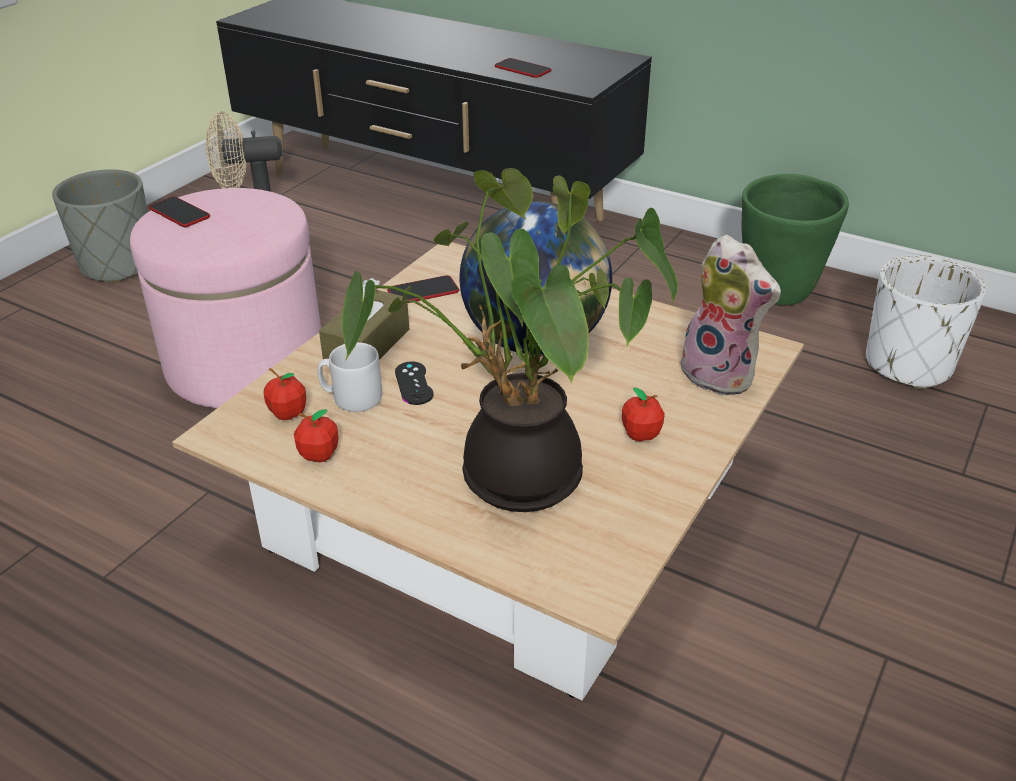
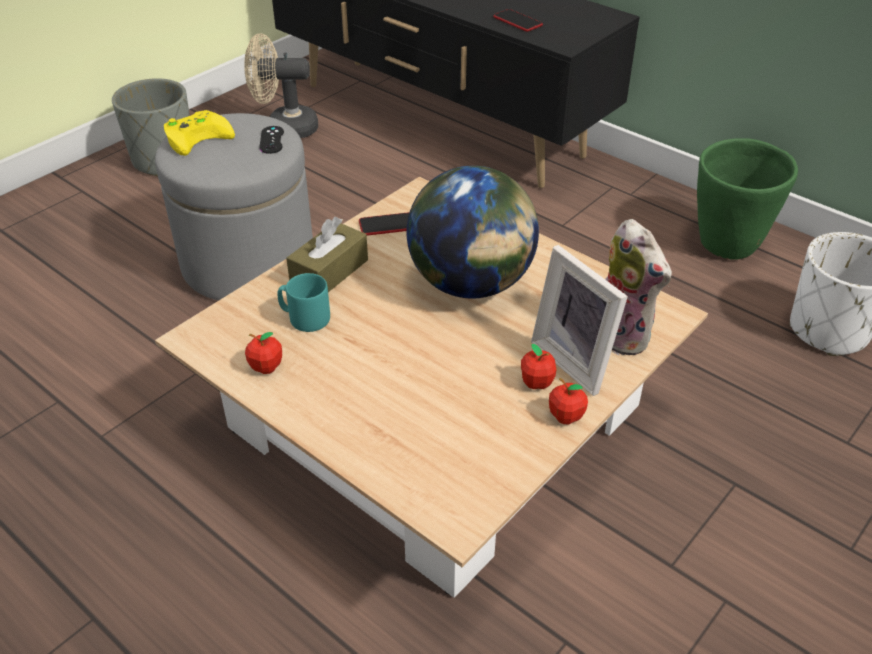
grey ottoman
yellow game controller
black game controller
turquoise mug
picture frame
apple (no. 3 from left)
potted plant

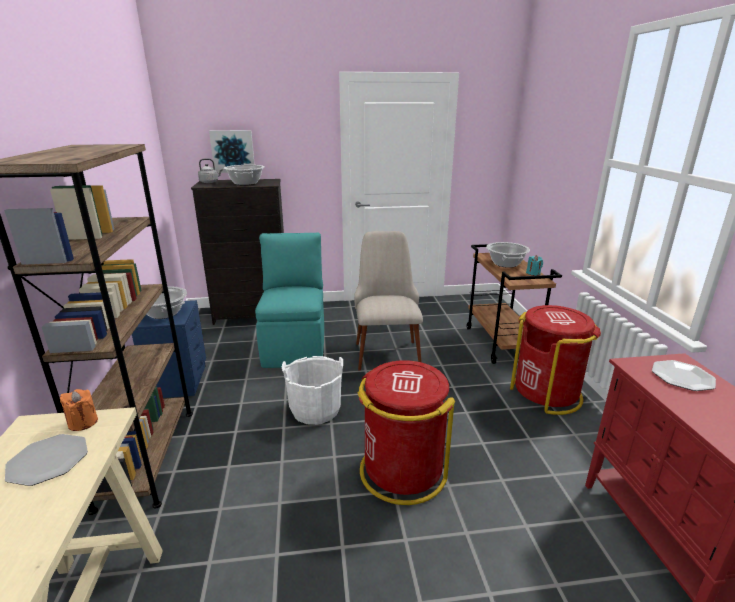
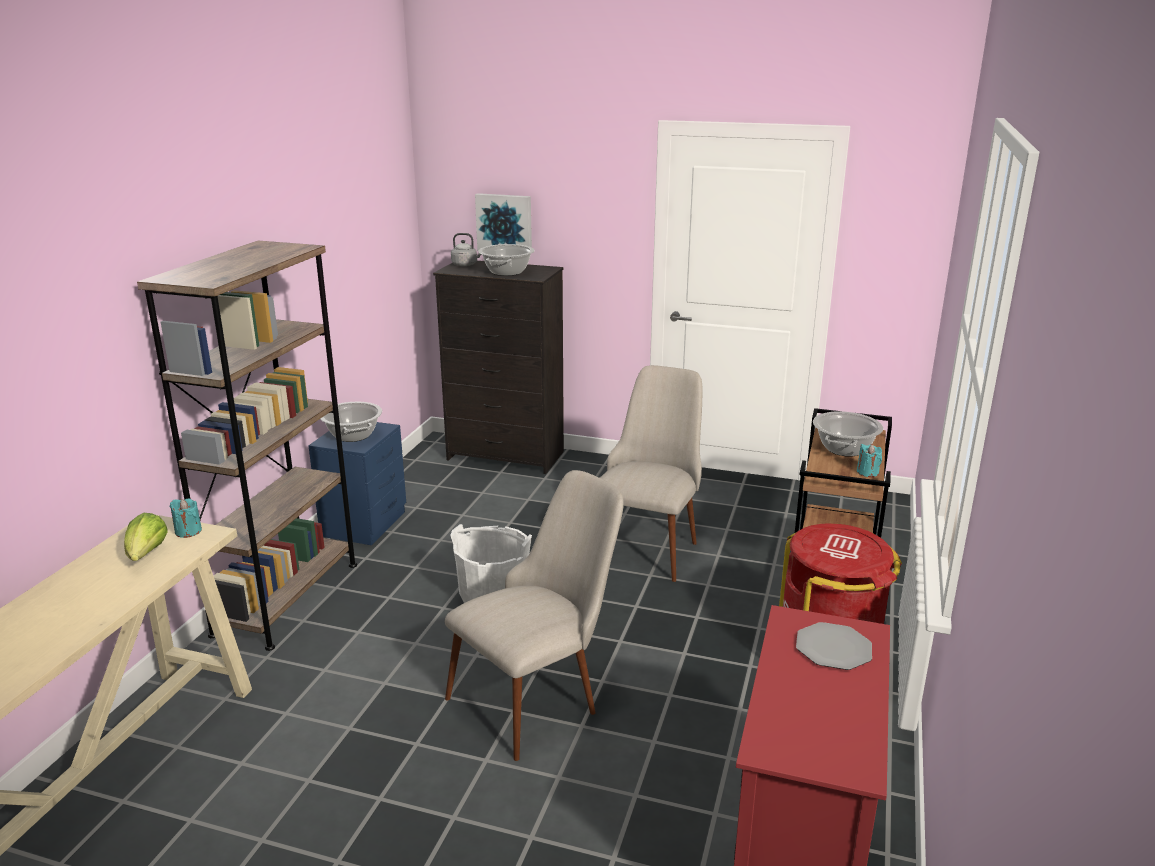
lettuce
turquoise candle (no. 1 from left)
beige chair (no. 1 from left)
turquoise chair

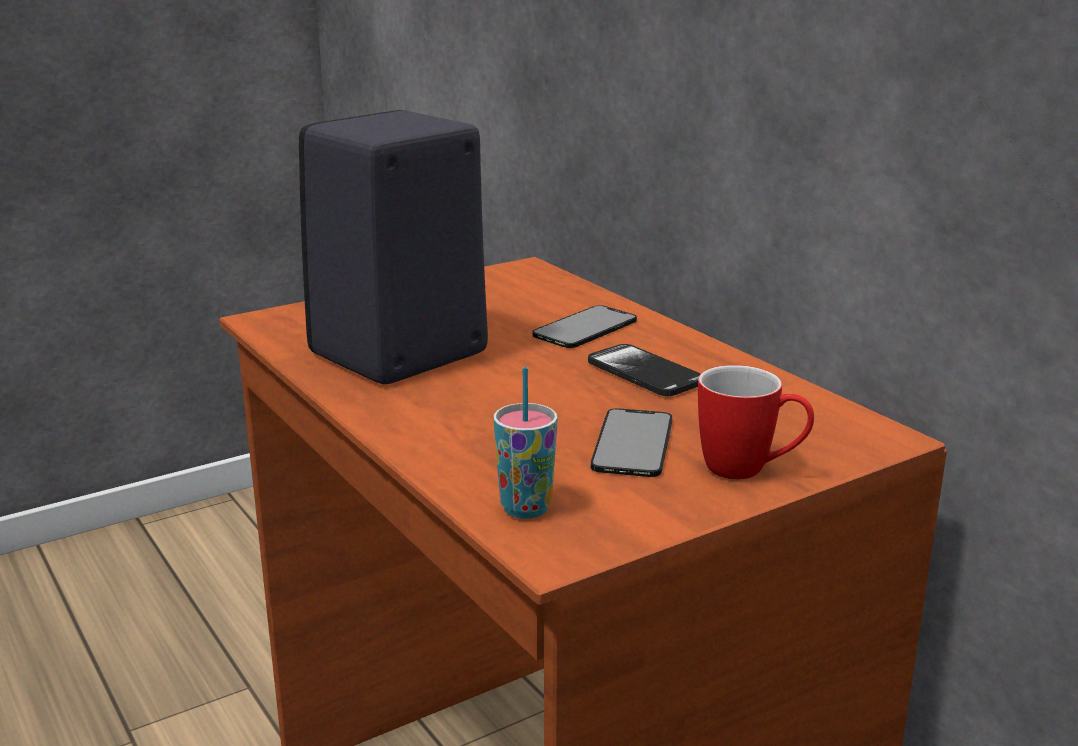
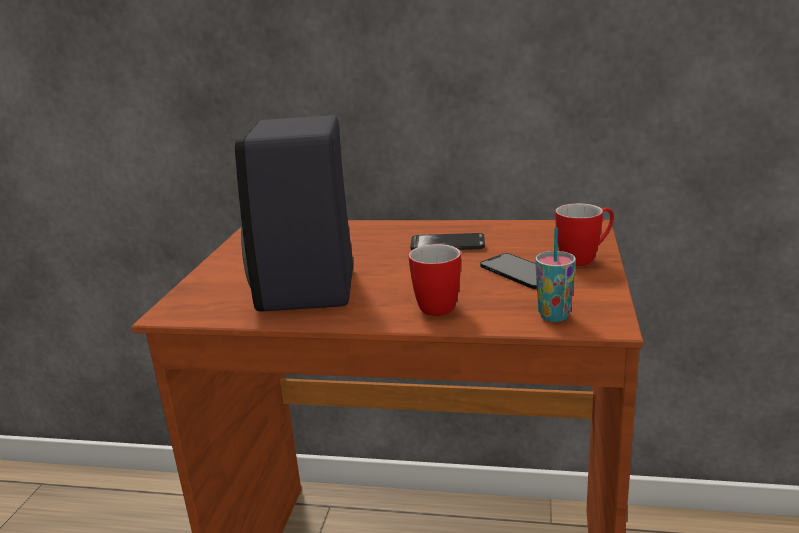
mug (no. 1 from left)
phone (no. 1 from left in the first image)

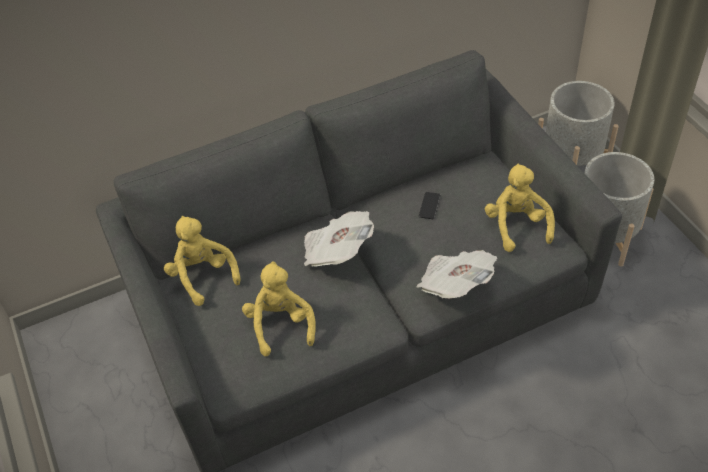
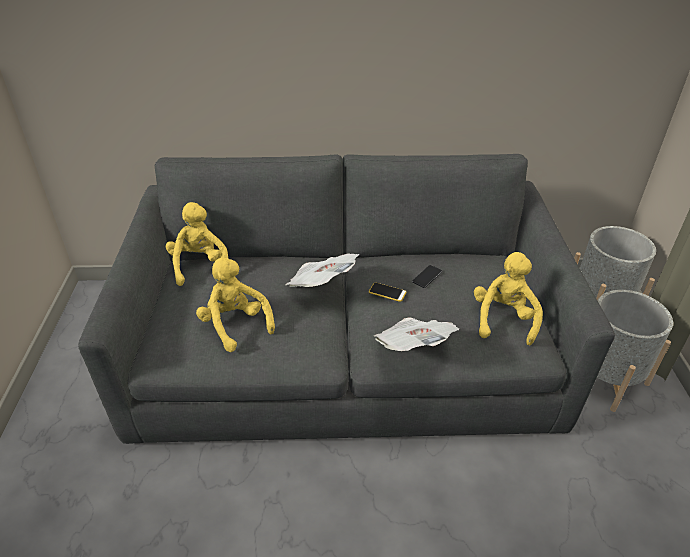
yellow plush toy (no. 2 from left)
phone (no. 1 from left)

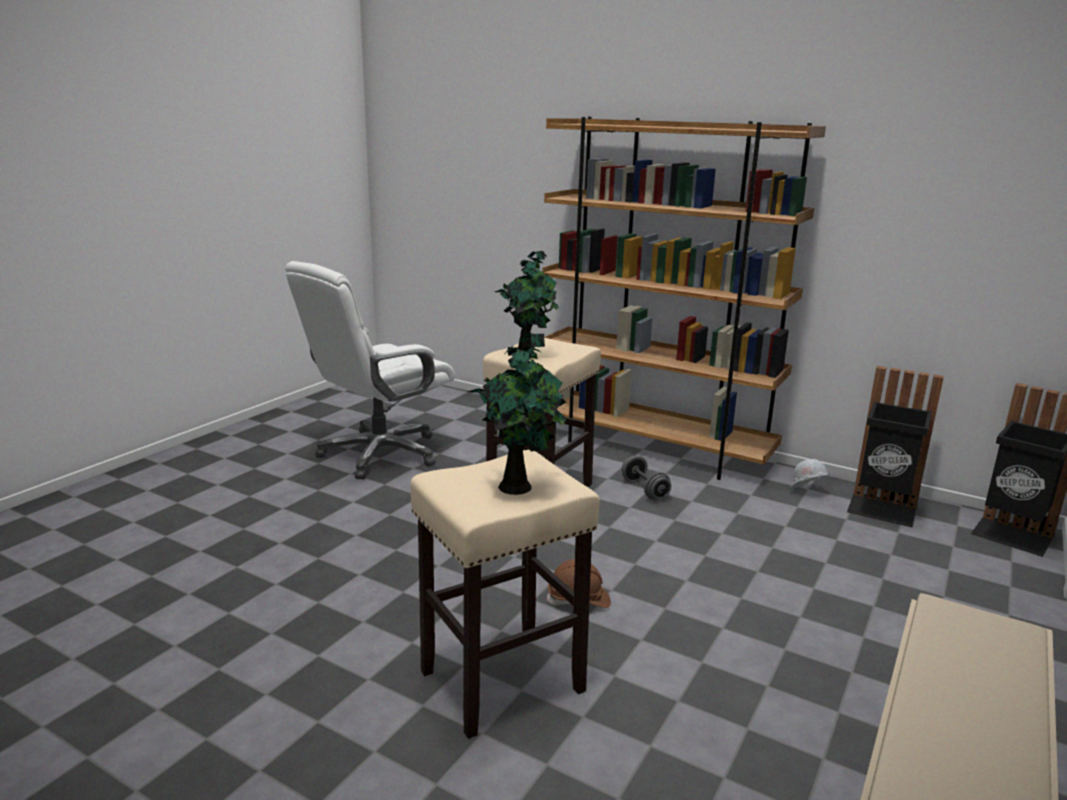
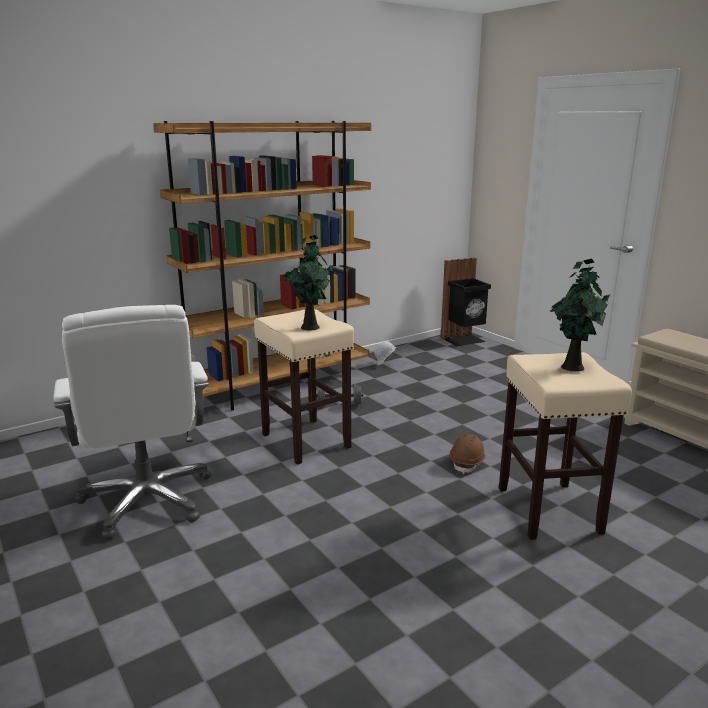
black trash can (no. 1 from left in the first image)

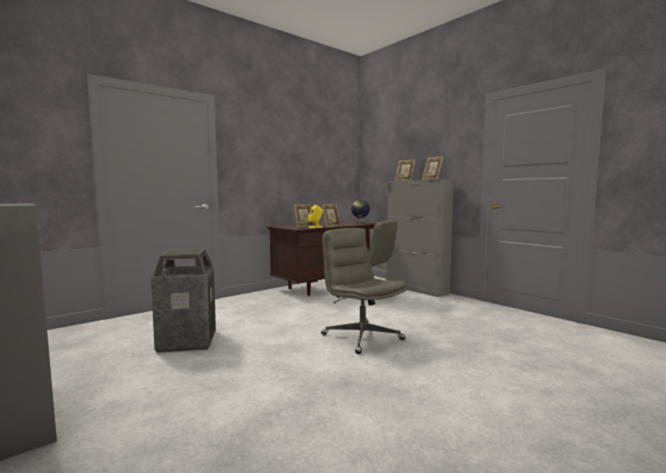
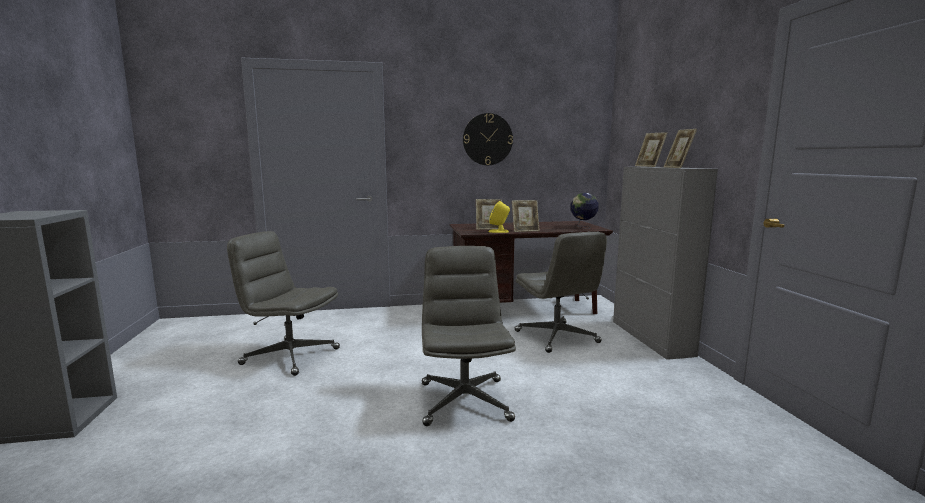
grey office chair (no. 1 from left)
wall clock

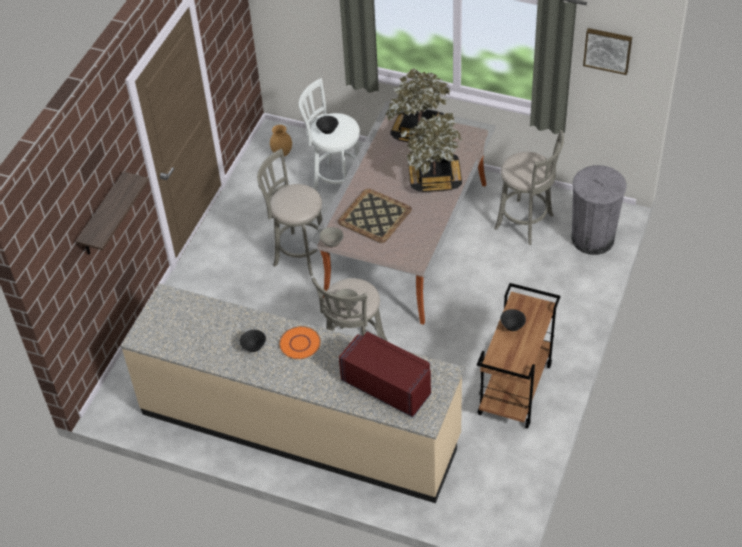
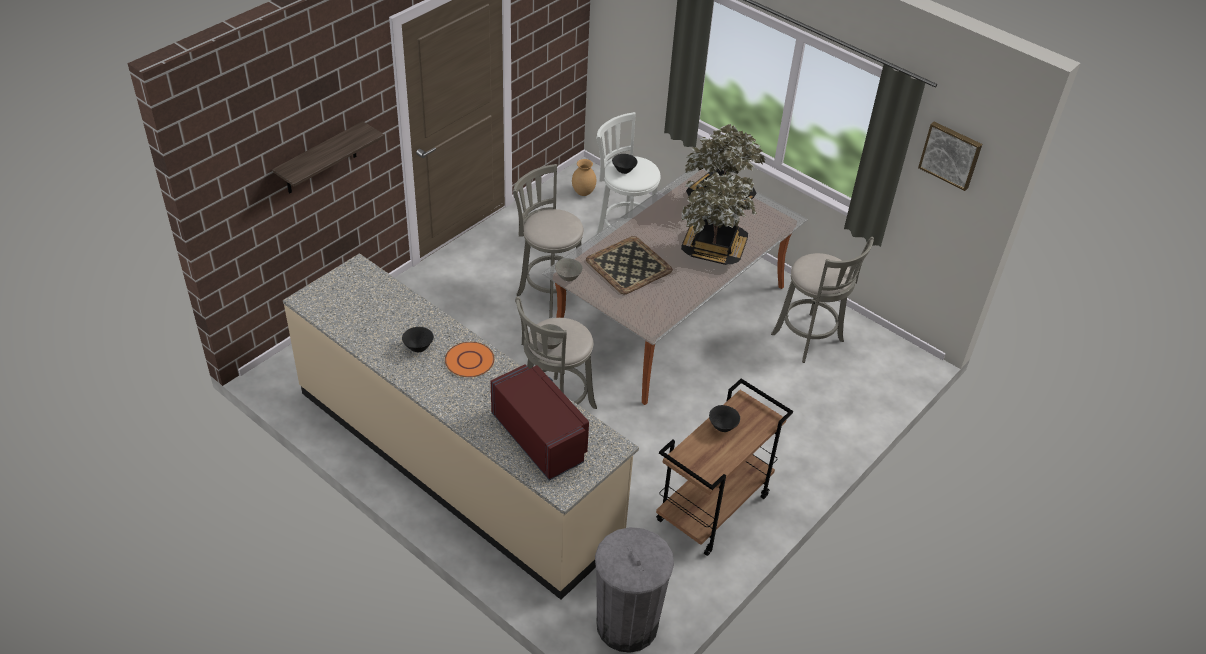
grey trash can

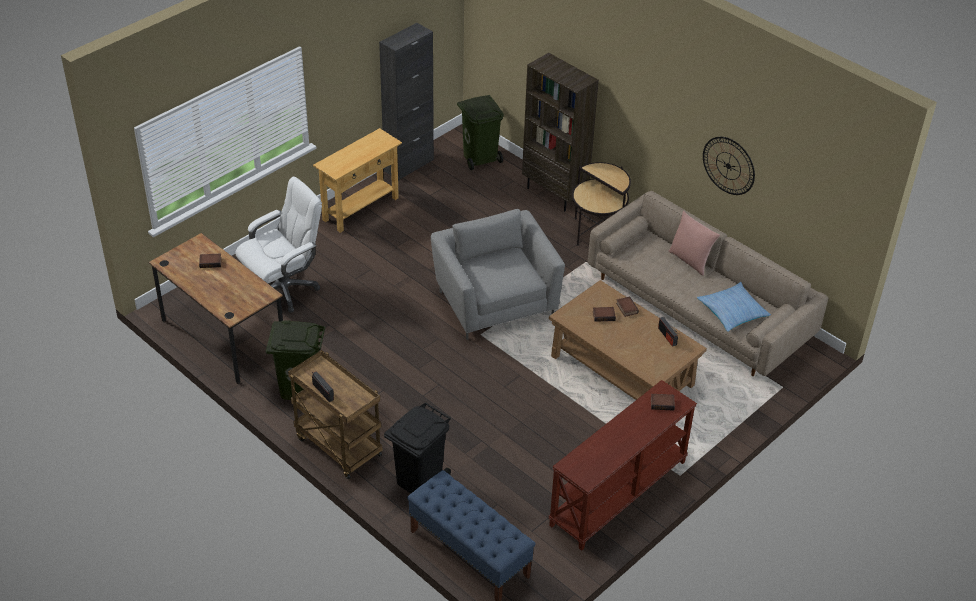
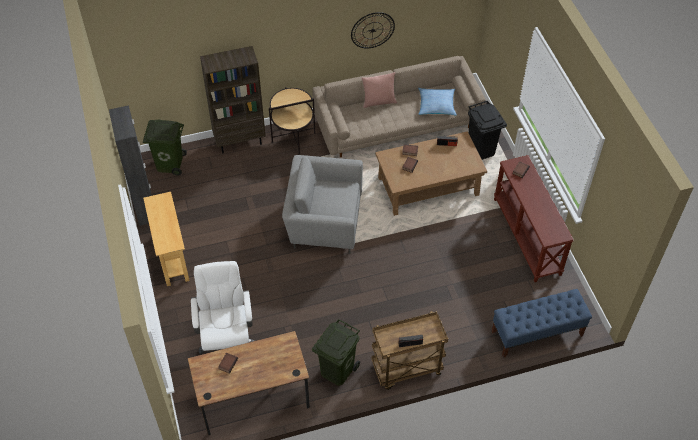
black trash can

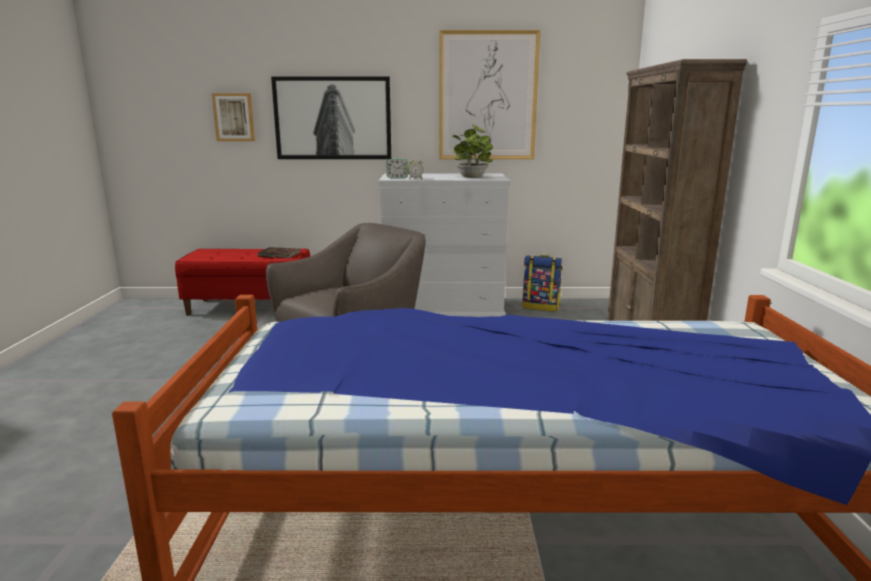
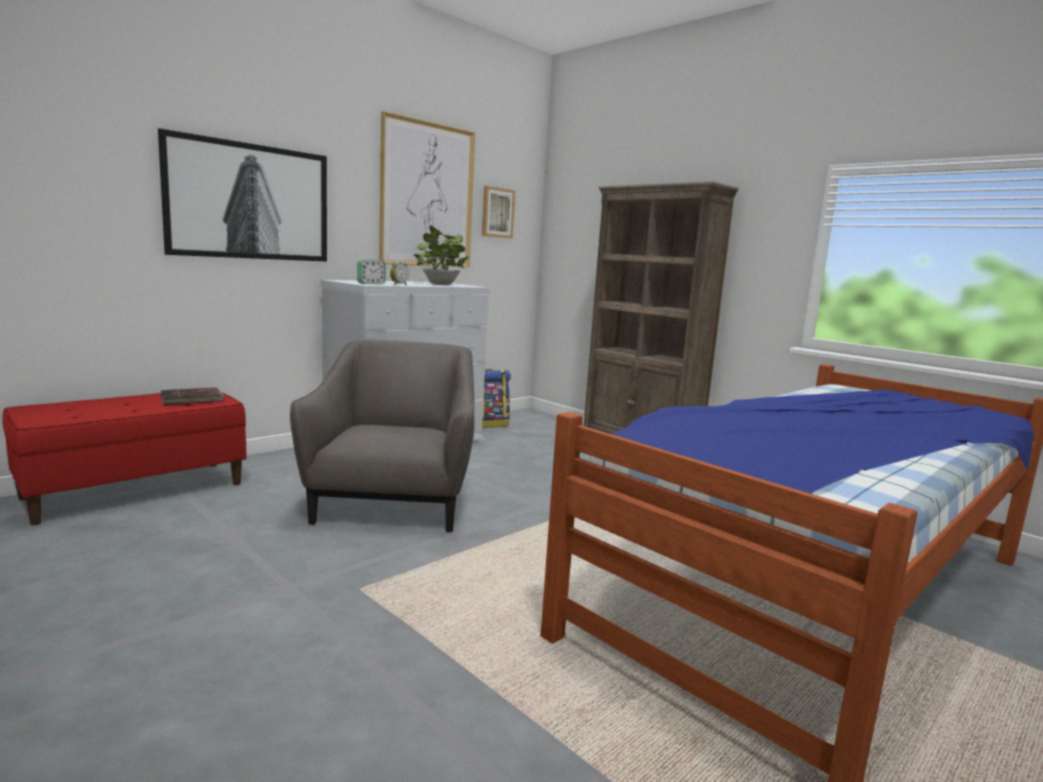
picture (no. 3 from left)

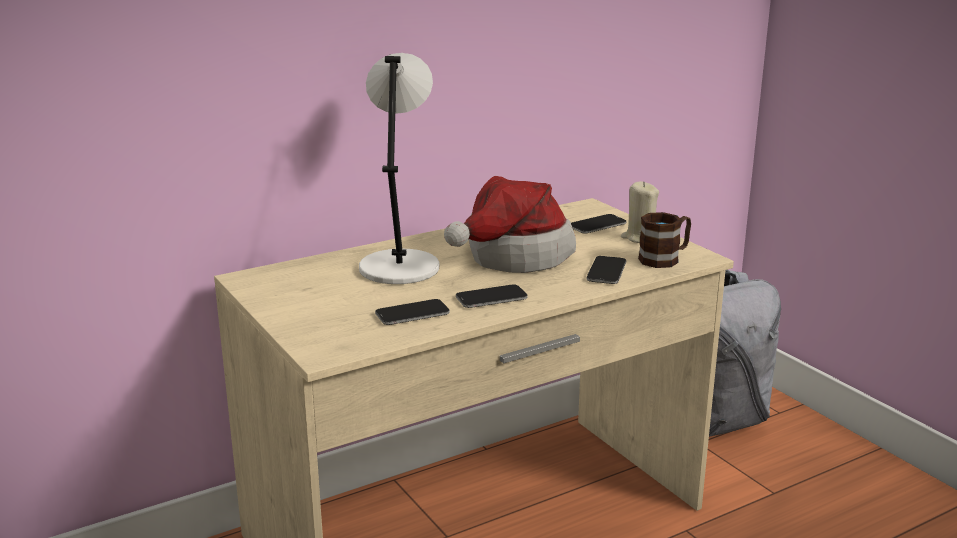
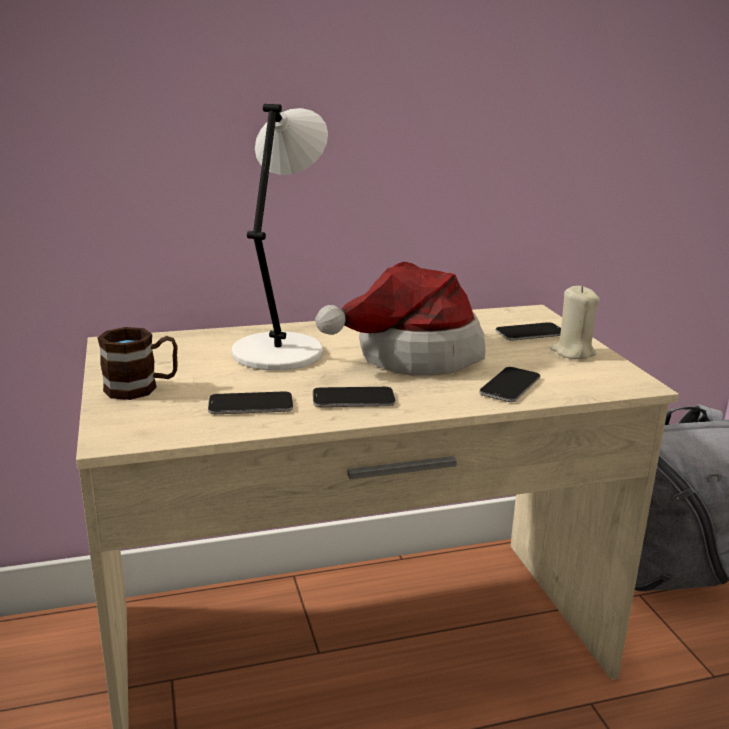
brown mug

